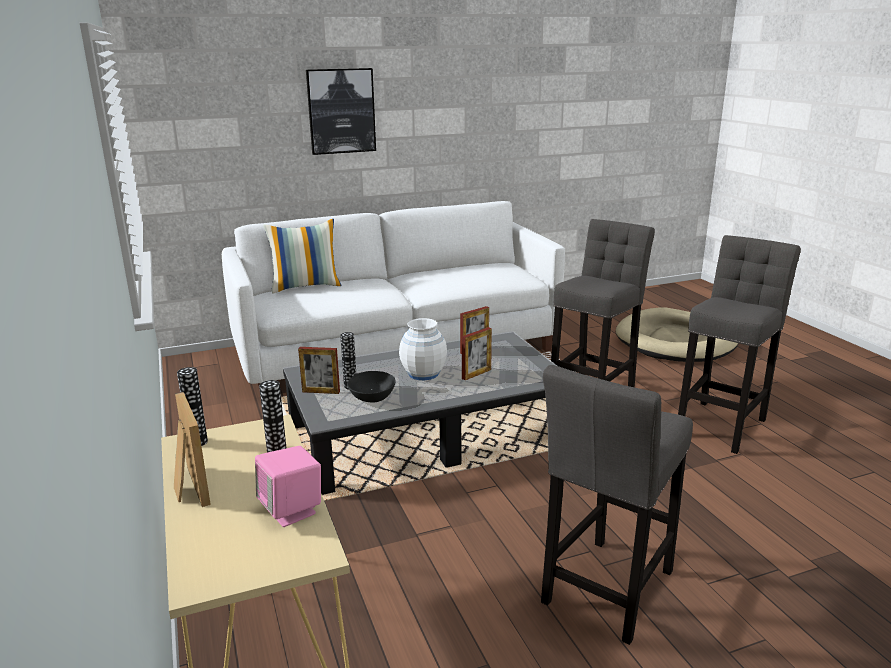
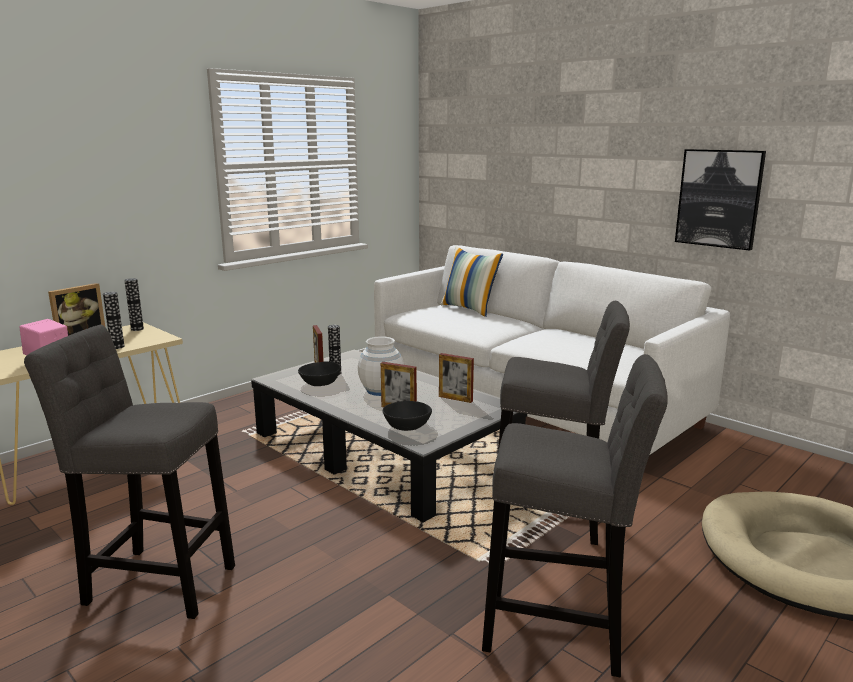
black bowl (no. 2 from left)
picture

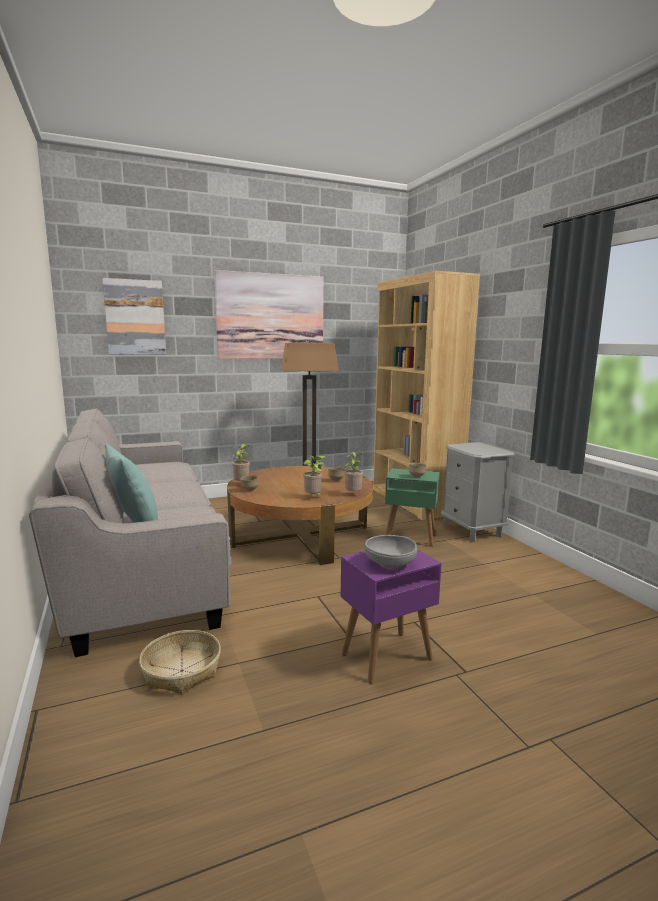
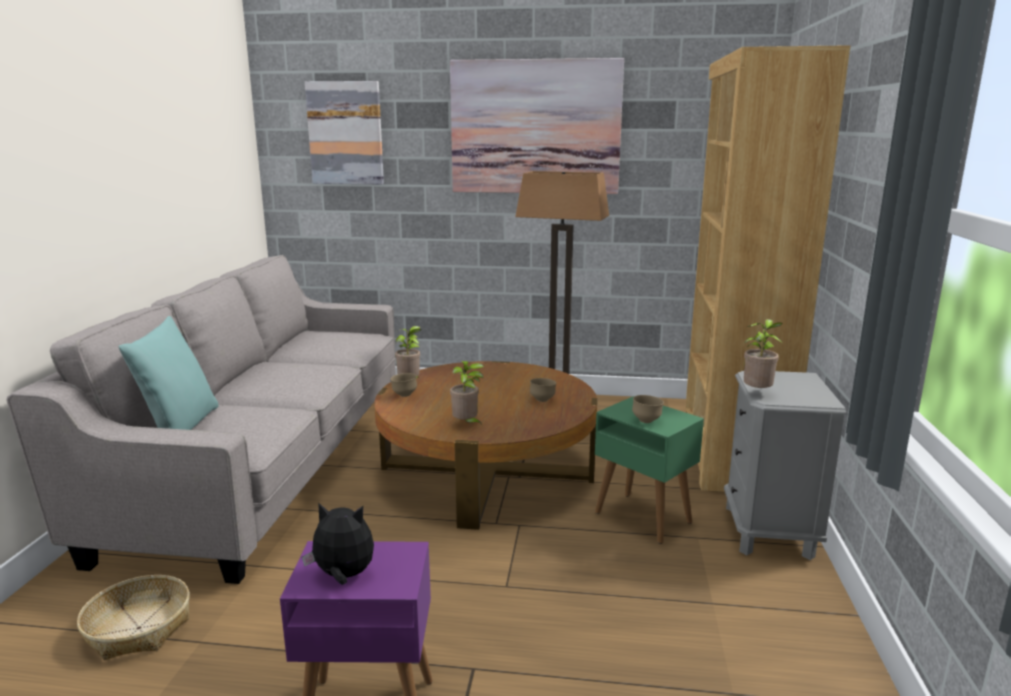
plush toy
potted plant (no. 3 from left)

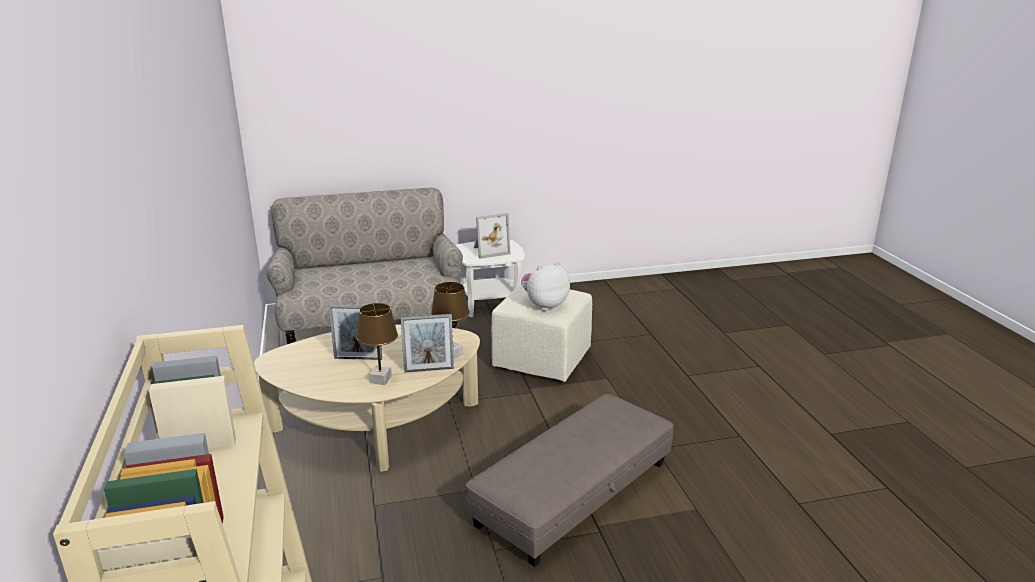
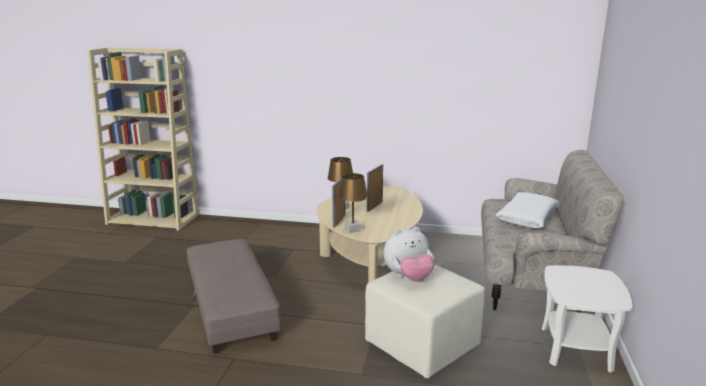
plush toy
white pillow
picture frame (no. 3 from left in the first image)

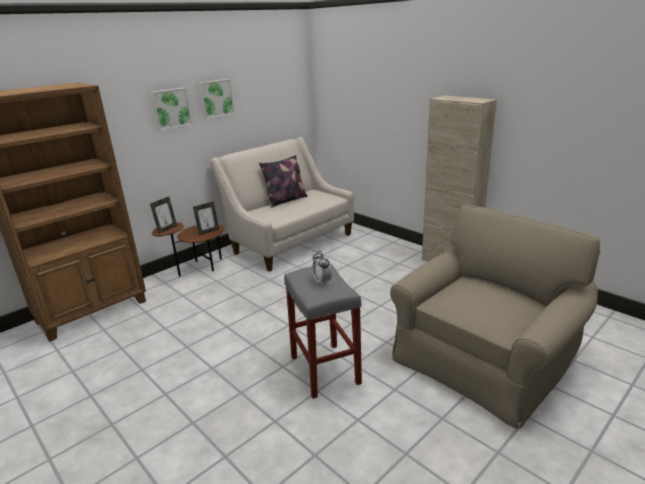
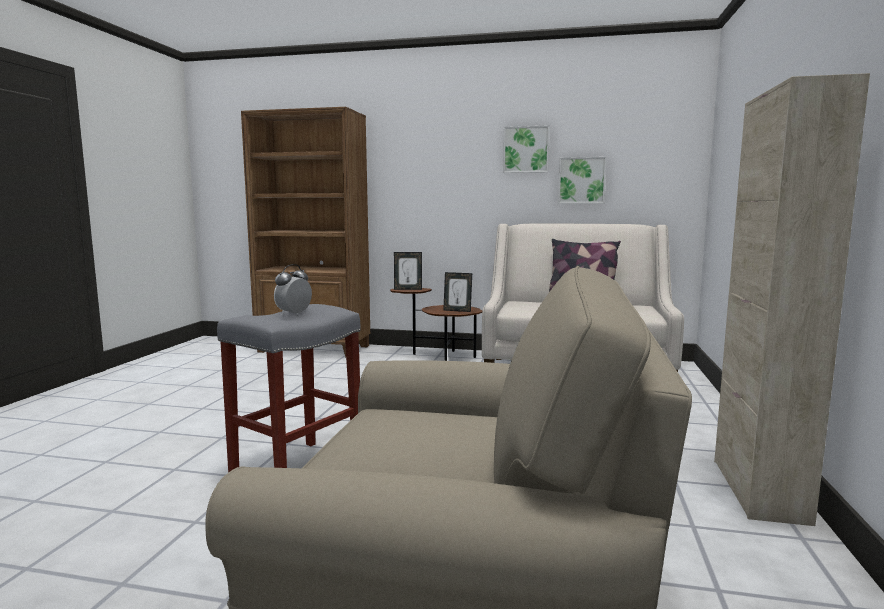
picture (no. 2 from left)

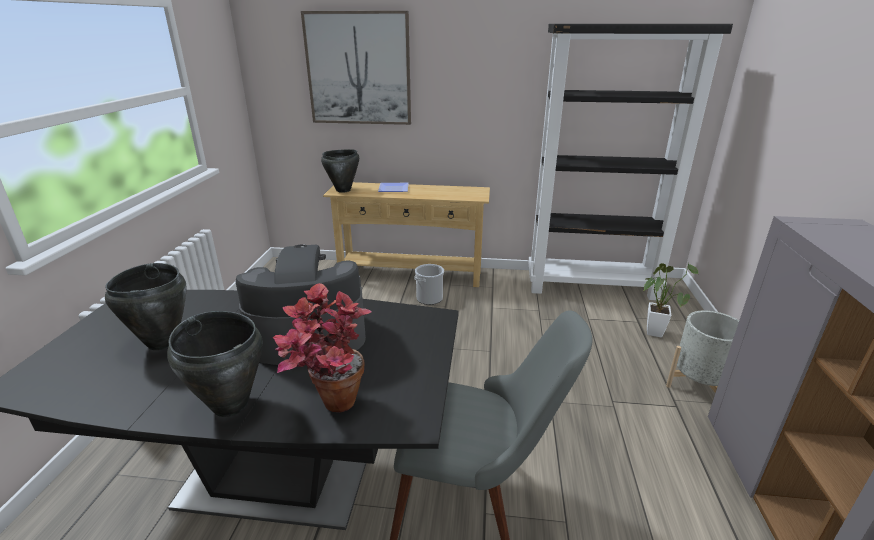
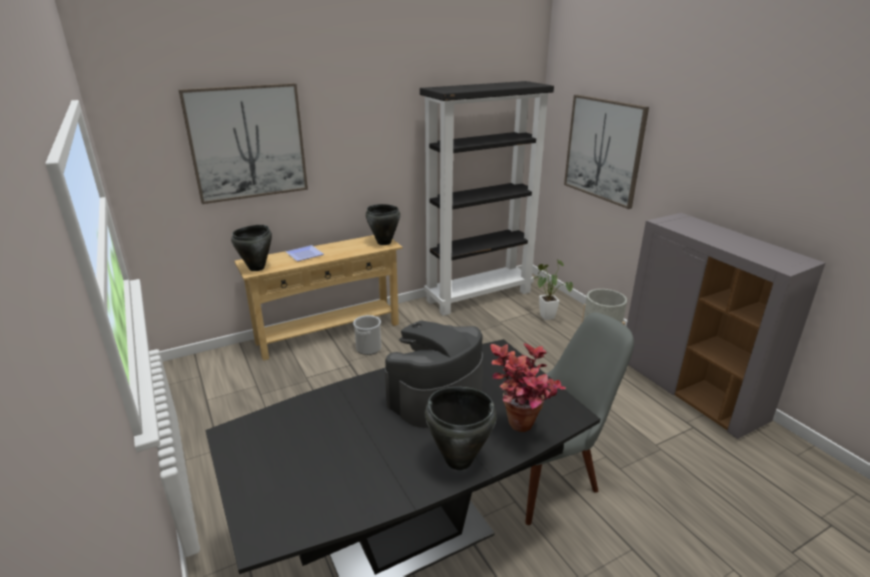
black cooking pot (no. 2 from left)
picture (no. 2 from left)

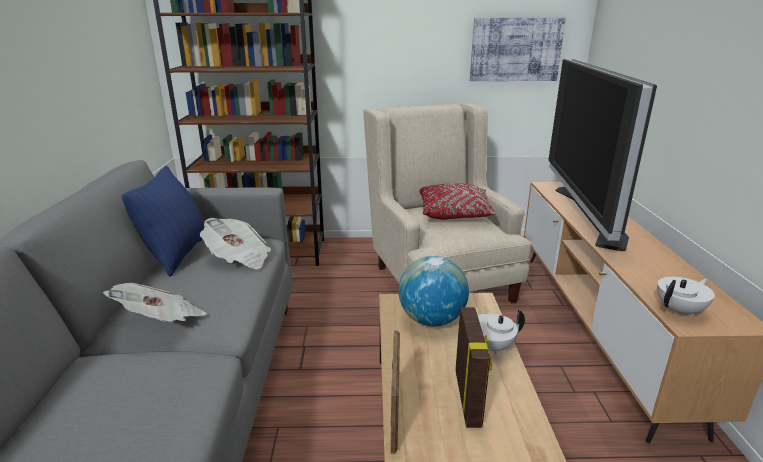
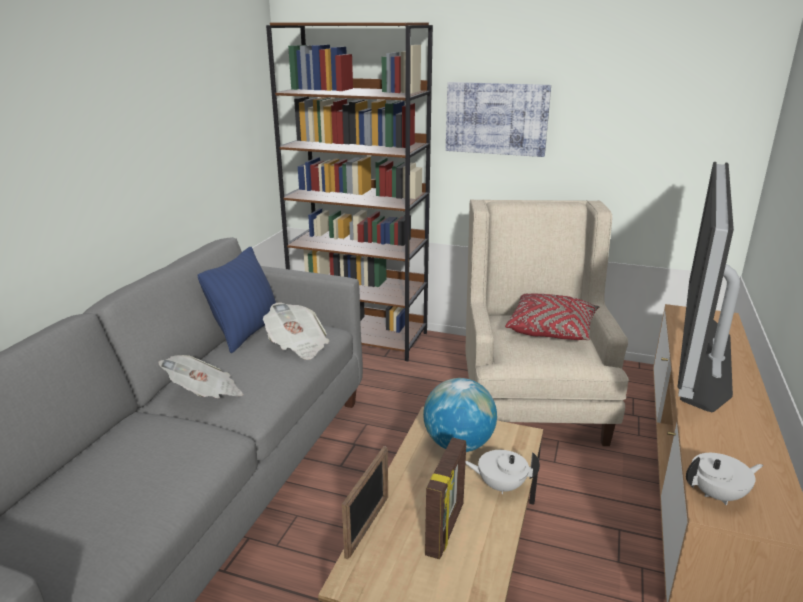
picture

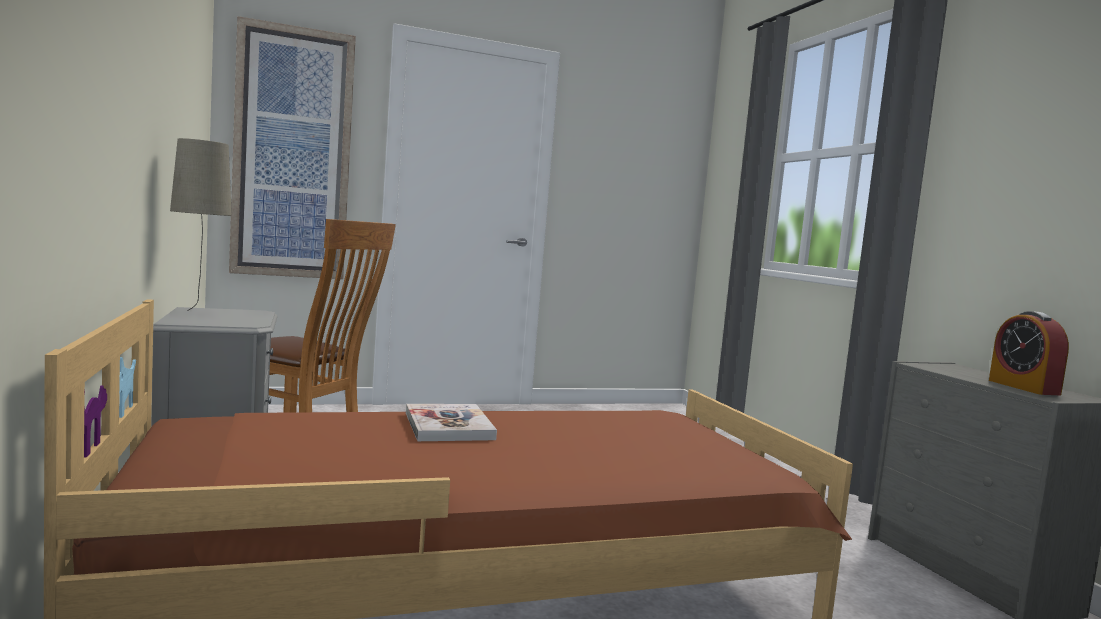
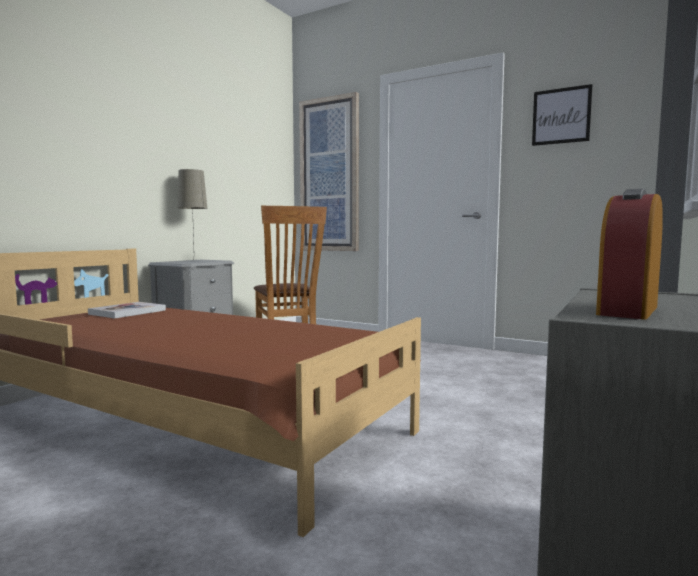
book
picture (no. 2 from left)

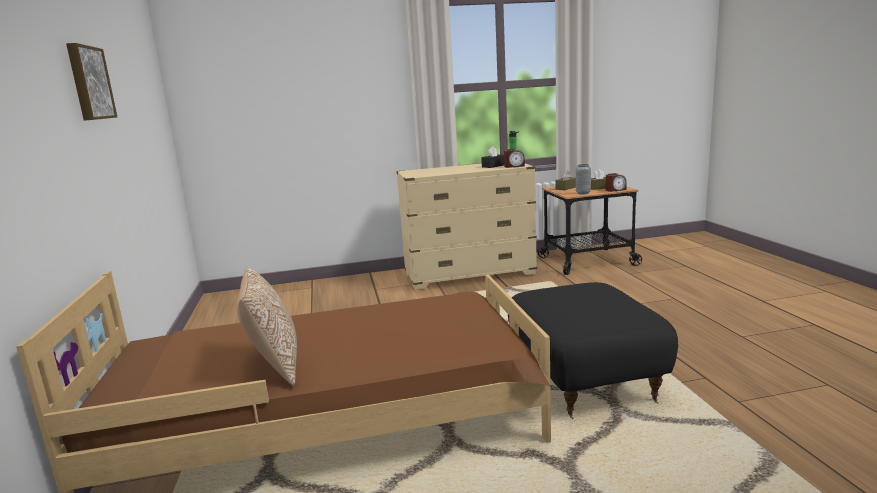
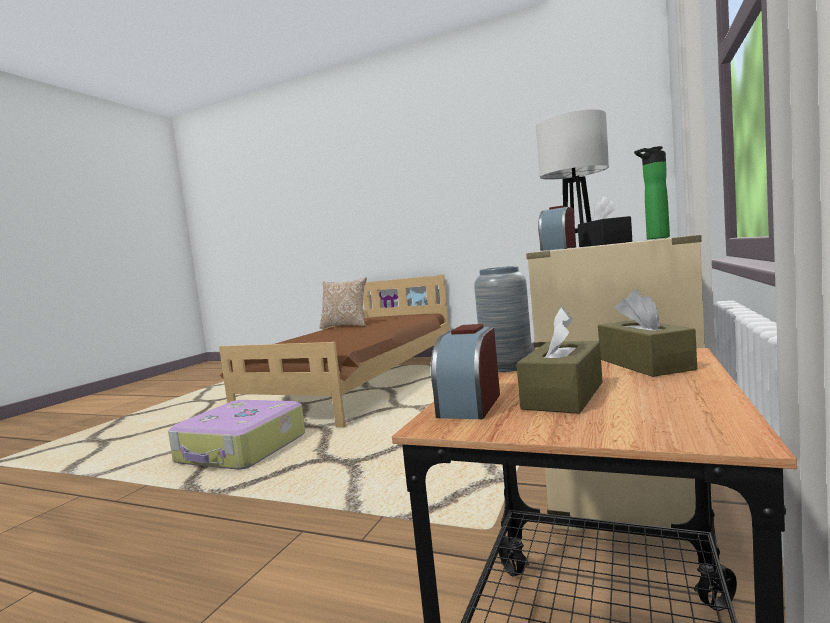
suitcase
white table lamp
picture

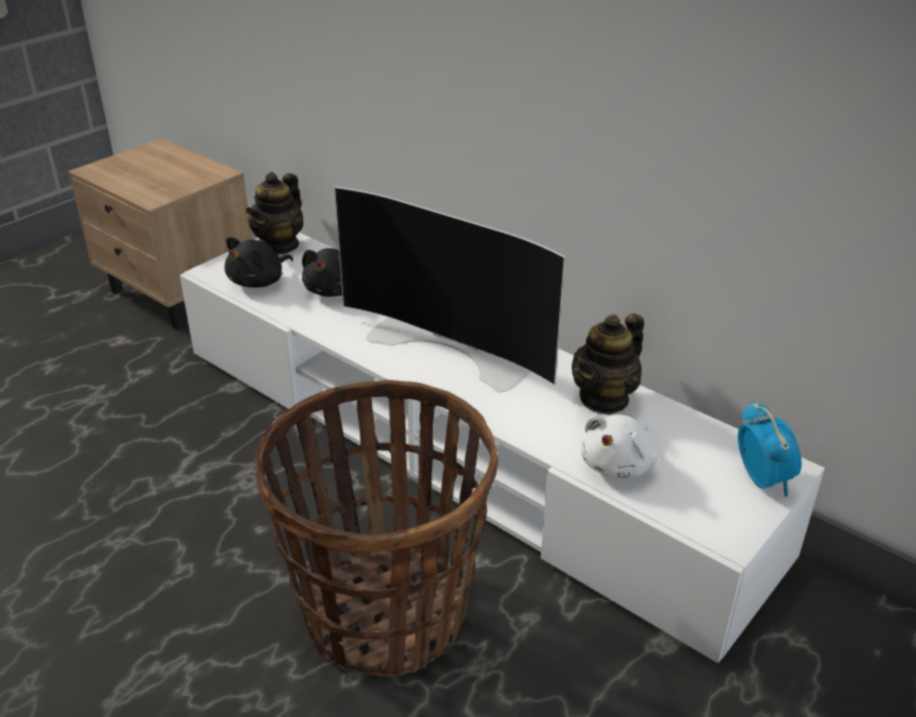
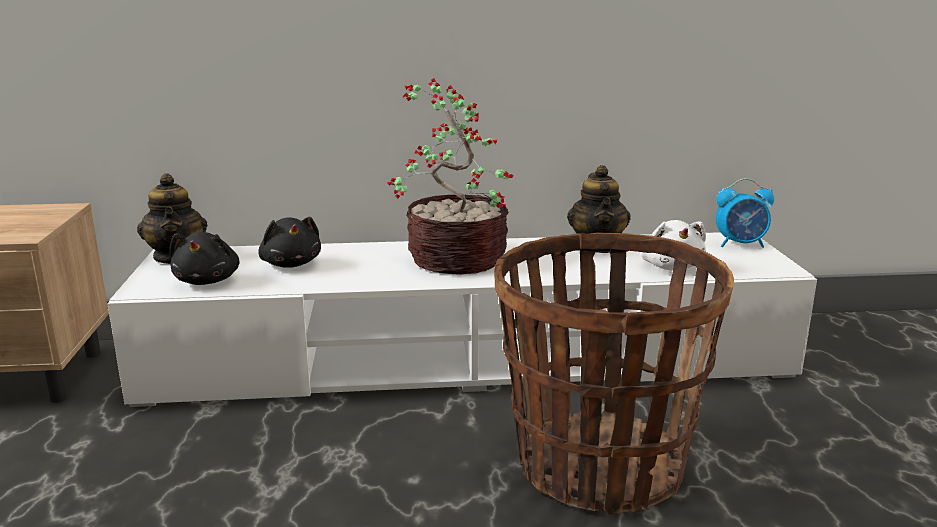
potted plant
alarm clock

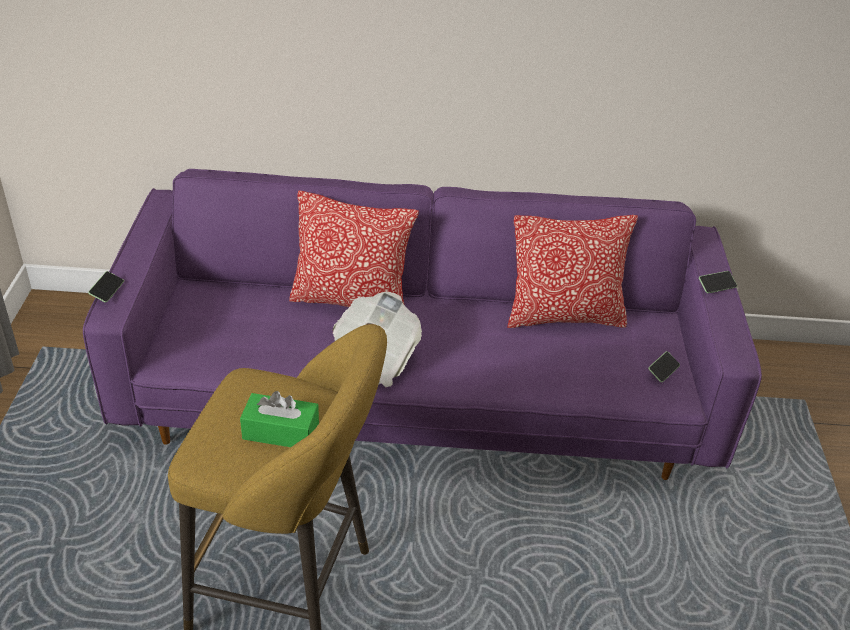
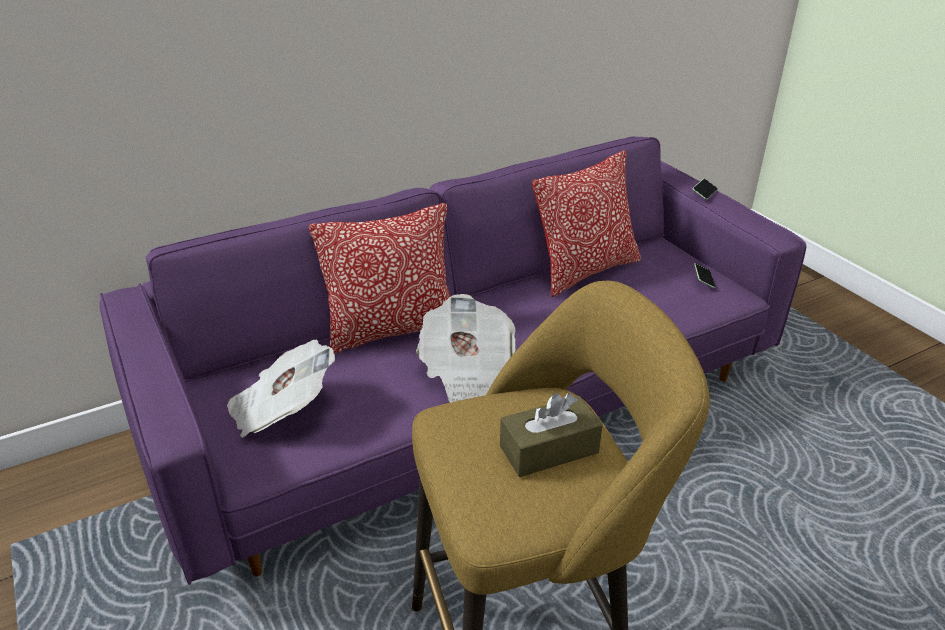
newspaper (no. 1 from left)
brown tissue box
phone (no. 1 from left in the first image)

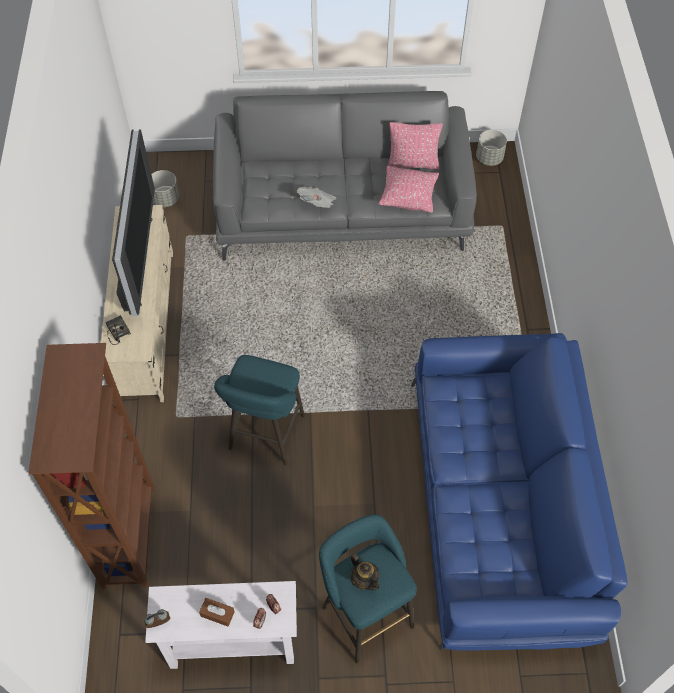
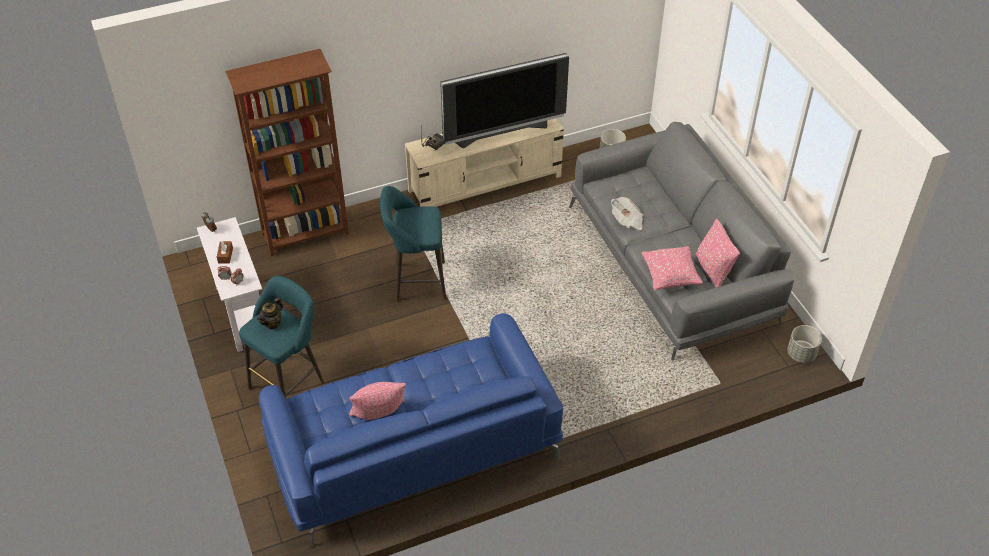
pink pillow (no. 1 from left)

